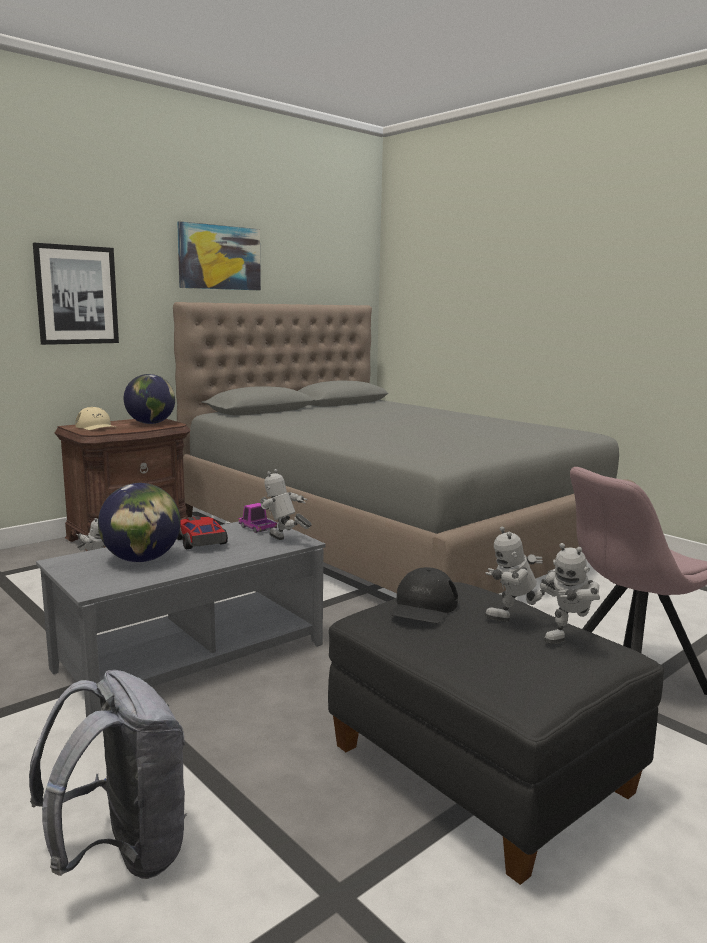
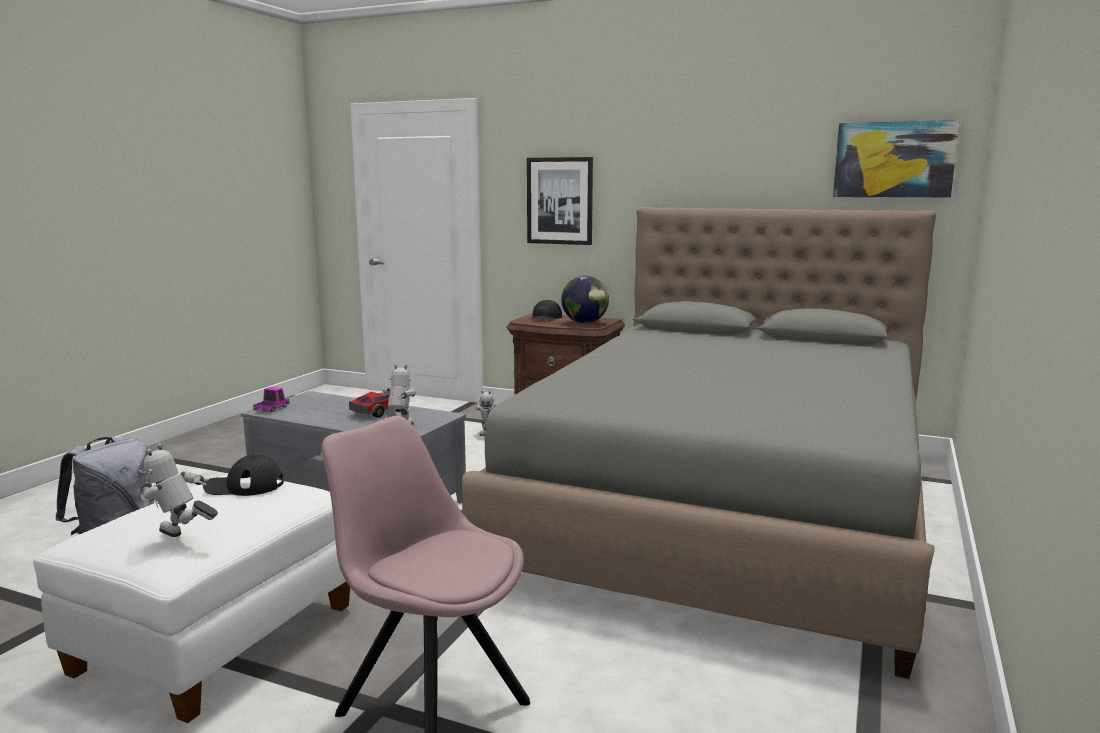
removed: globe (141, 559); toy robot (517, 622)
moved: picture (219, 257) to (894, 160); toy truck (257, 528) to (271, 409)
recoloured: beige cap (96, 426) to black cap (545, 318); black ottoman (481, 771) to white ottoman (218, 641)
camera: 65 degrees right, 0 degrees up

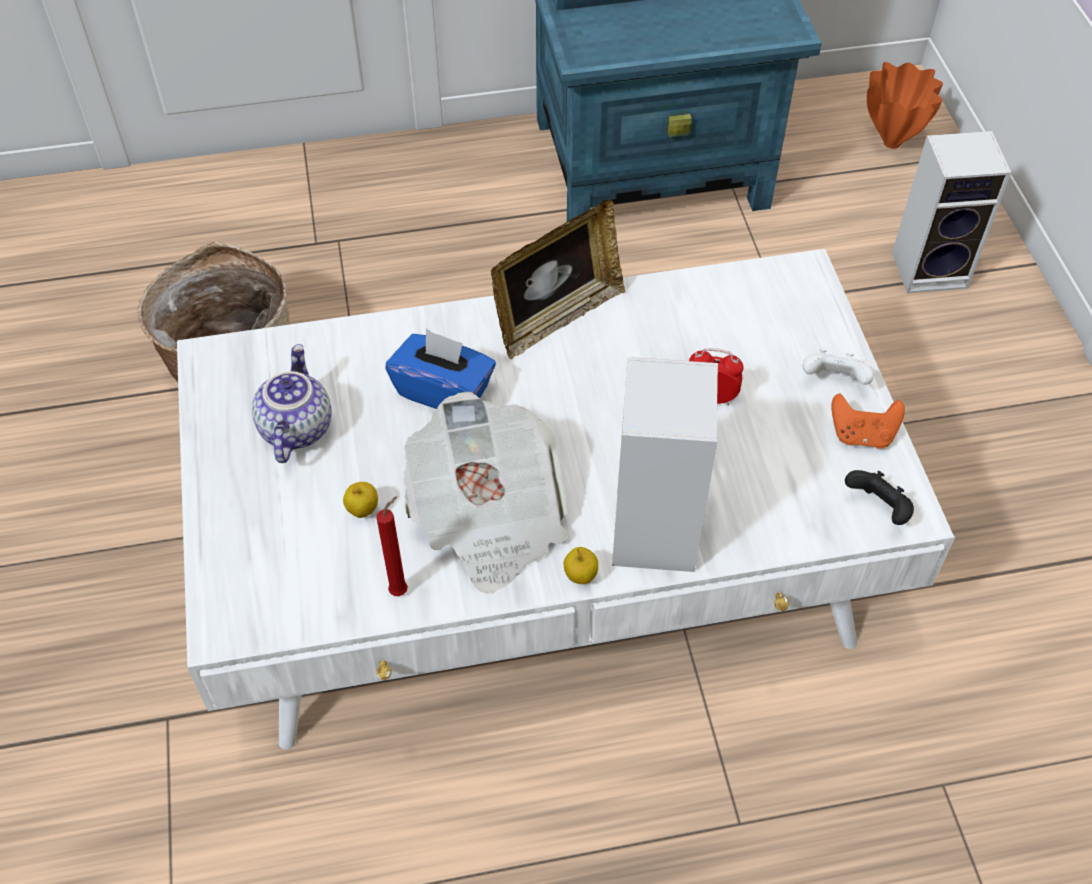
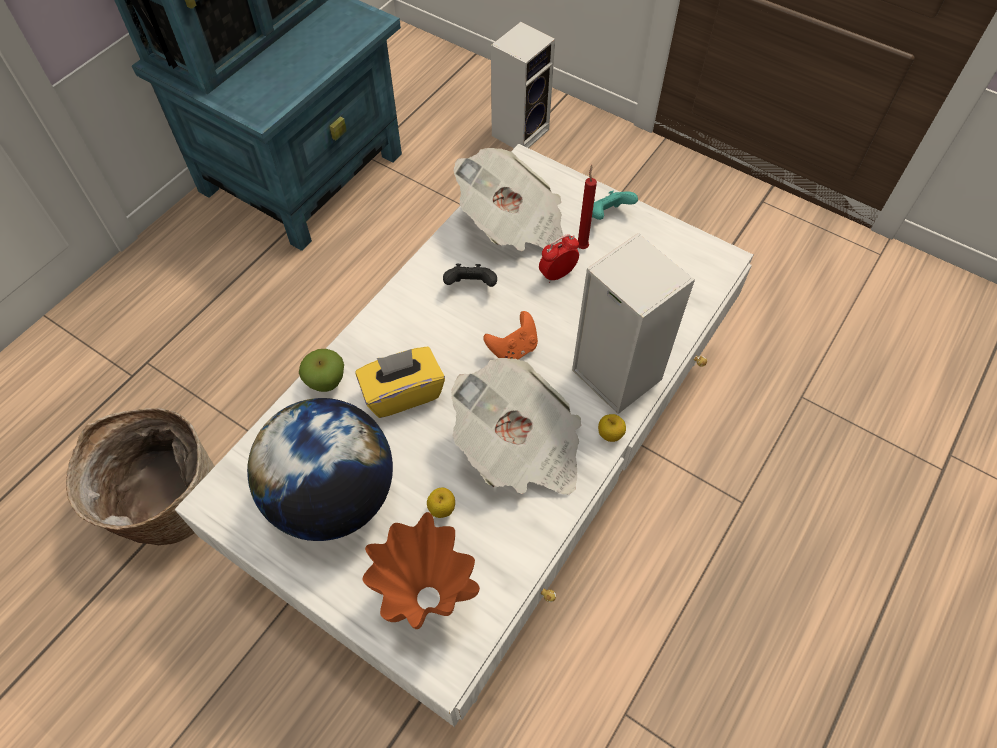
removed: picture frame (557, 317)
added: apple (326, 382); newspaper (513, 224)
moved: red candle (401, 590) to (582, 246); orange game controller (861, 435) to (513, 349); black game controller (878, 509) to (471, 286); orange vase (891, 142) to (426, 597)
replaced: teapot (294, 428) to globe (334, 496)
recoloured: blue tissue box (444, 391) to yellow tissue box (402, 393); white game controller (833, 381) to turquoise game controller (607, 215)
camera: 45 degrees left, 5 degrees up

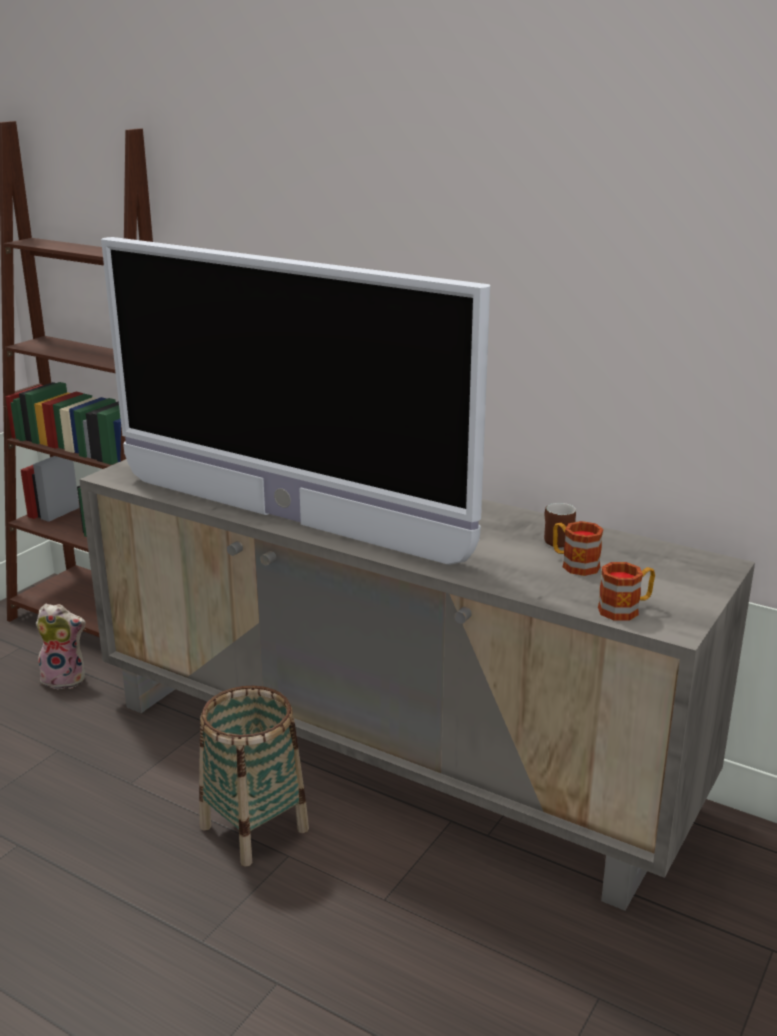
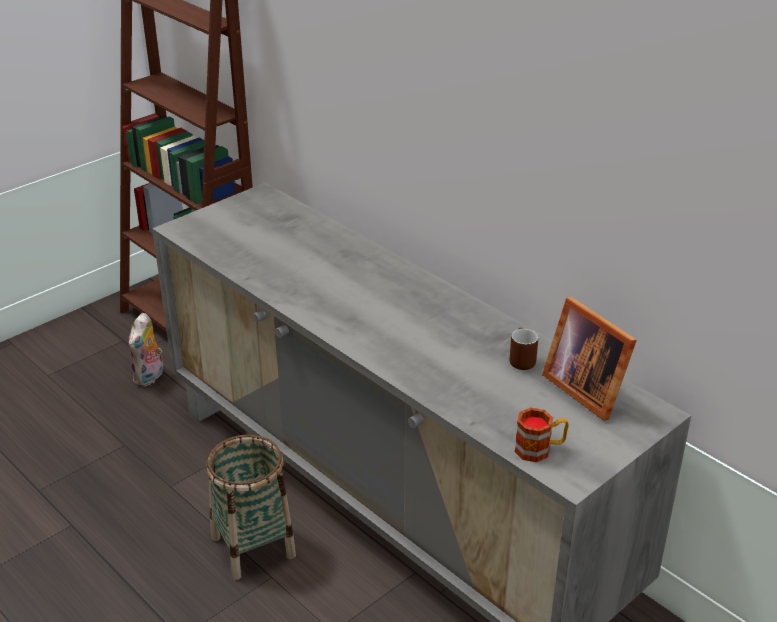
removed: television (287, 519); mug (574, 564)
added: picture frame (585, 388)
turned: plush toy (66, 678) = (150, 377) 90 degrees clockwise
camera: 15 degrees right, 10 degrees up

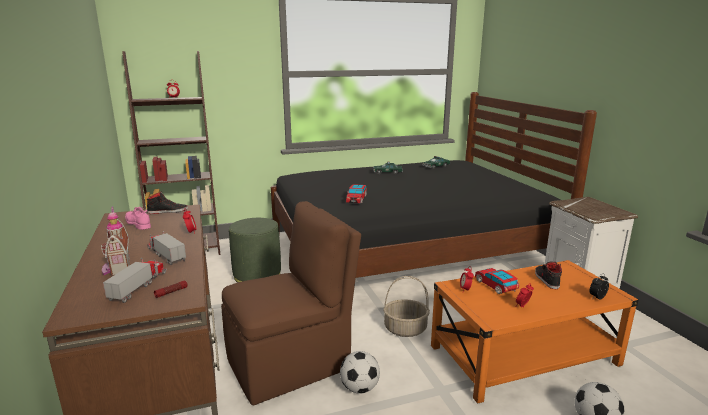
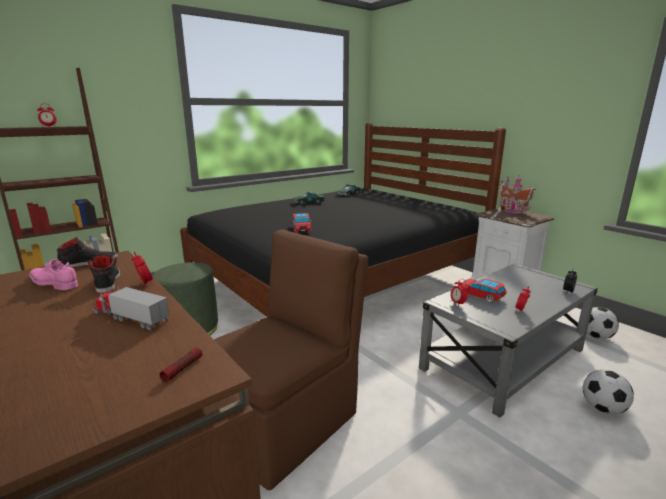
removed: toy truck (139, 286); basket (405, 328)
moved: toy house (117, 267) to (512, 211); football (359, 388) to (596, 337); black shoe (546, 279) to (107, 282)
recoloured: orange coffee table (523, 356) to grey coffee table (503, 359)
camera: 20 degrees left, 0 degrees up

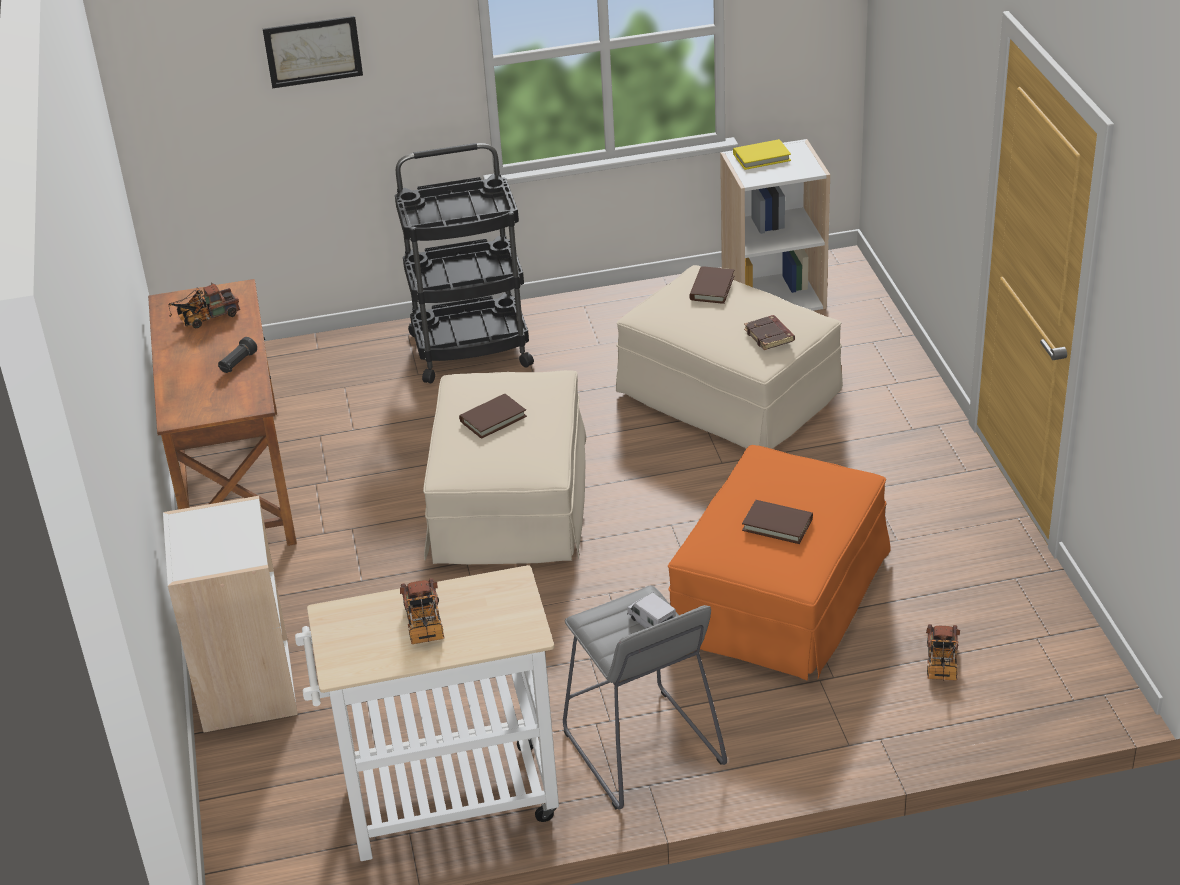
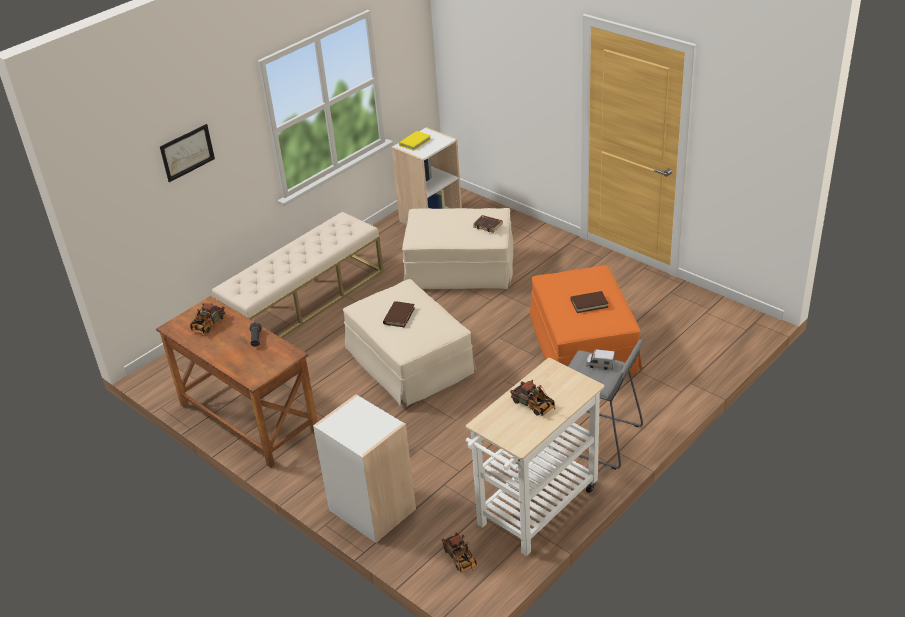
removed: brown book (712, 288)
moved: toy truck (941, 665) to (461, 560)
replaced: black cart (471, 350) to beige bench (305, 301)
camera: 35 degrees left, 0 degrees up

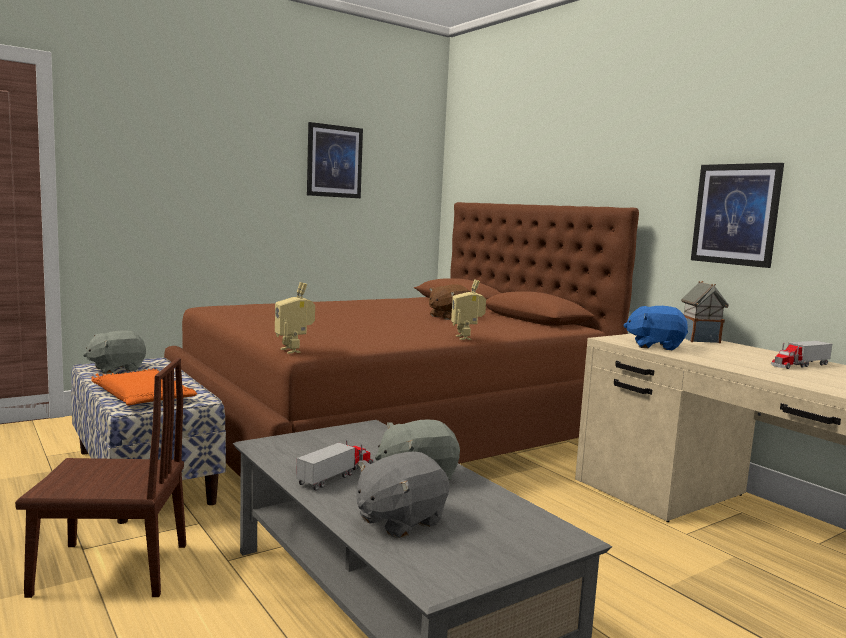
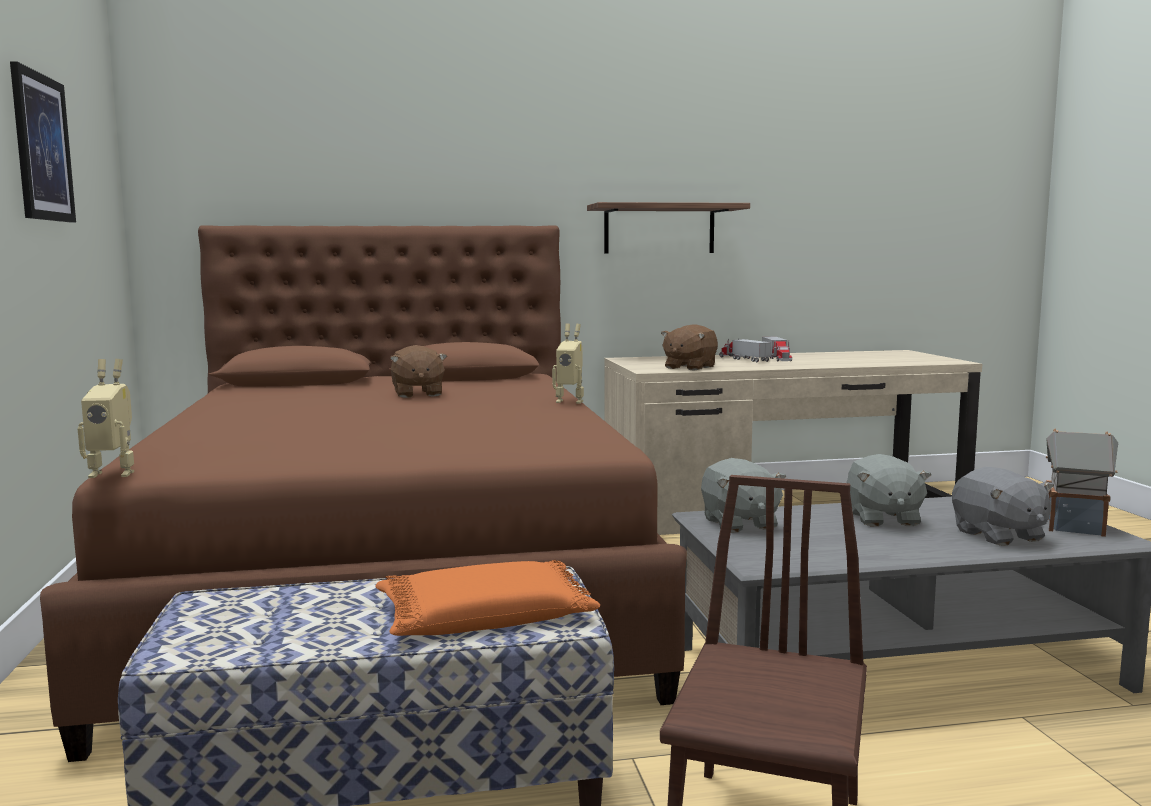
moved: grey plush toy (116, 369) to (739, 523); toy robot (294, 350) to (114, 473); toy truck (337, 475) to (743, 359); toy house (700, 340) to (1076, 527)
replaced: picture (735, 214) to shelf (659, 229)
recoloured: blue plush toy (655, 346) to brown plush toy (689, 367)
camera: 65 degrees left, 0 degrees up

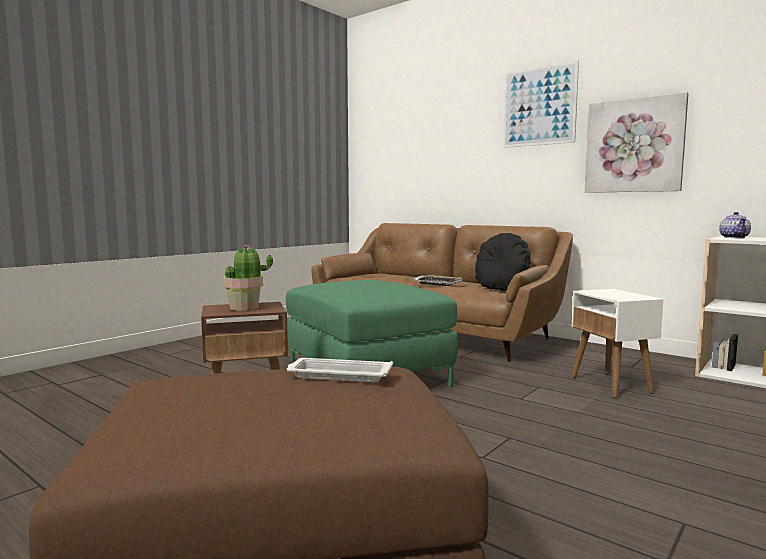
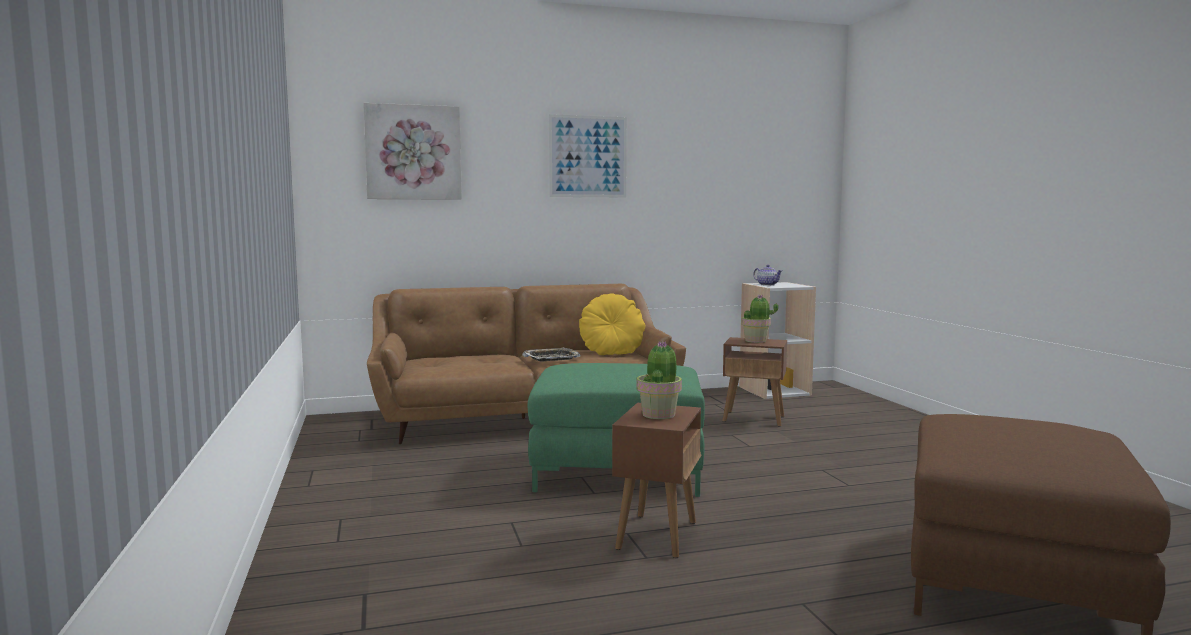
removed: white tray (338, 375)
added: potted plant (756, 341)
moved: picture (634, 146) to (413, 152)
recoloured: black pillow (501, 289) to yellow pillow (612, 354); white side table (611, 385) to brown side table (754, 419)
camera: 55 degrees left, 0 degrees up

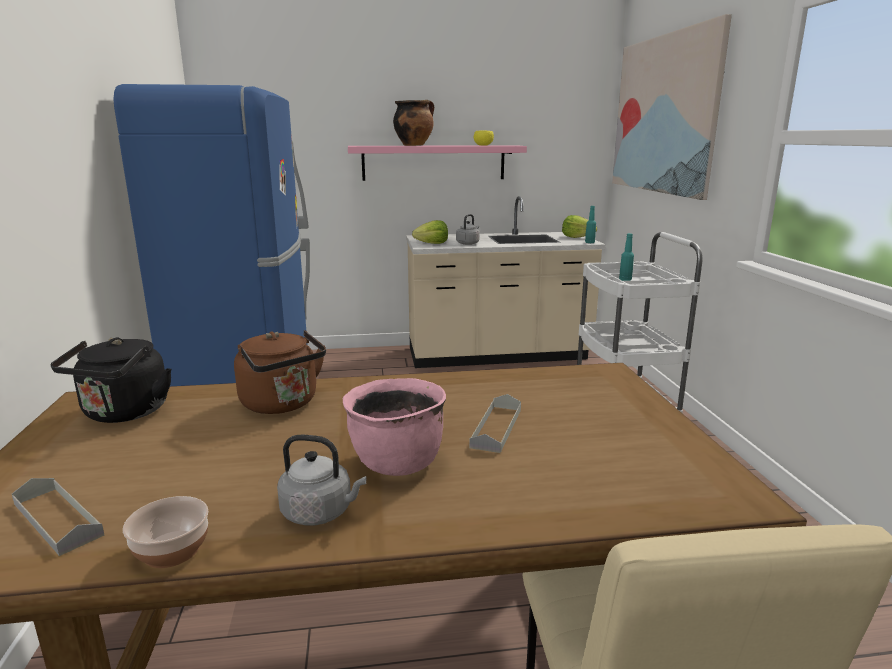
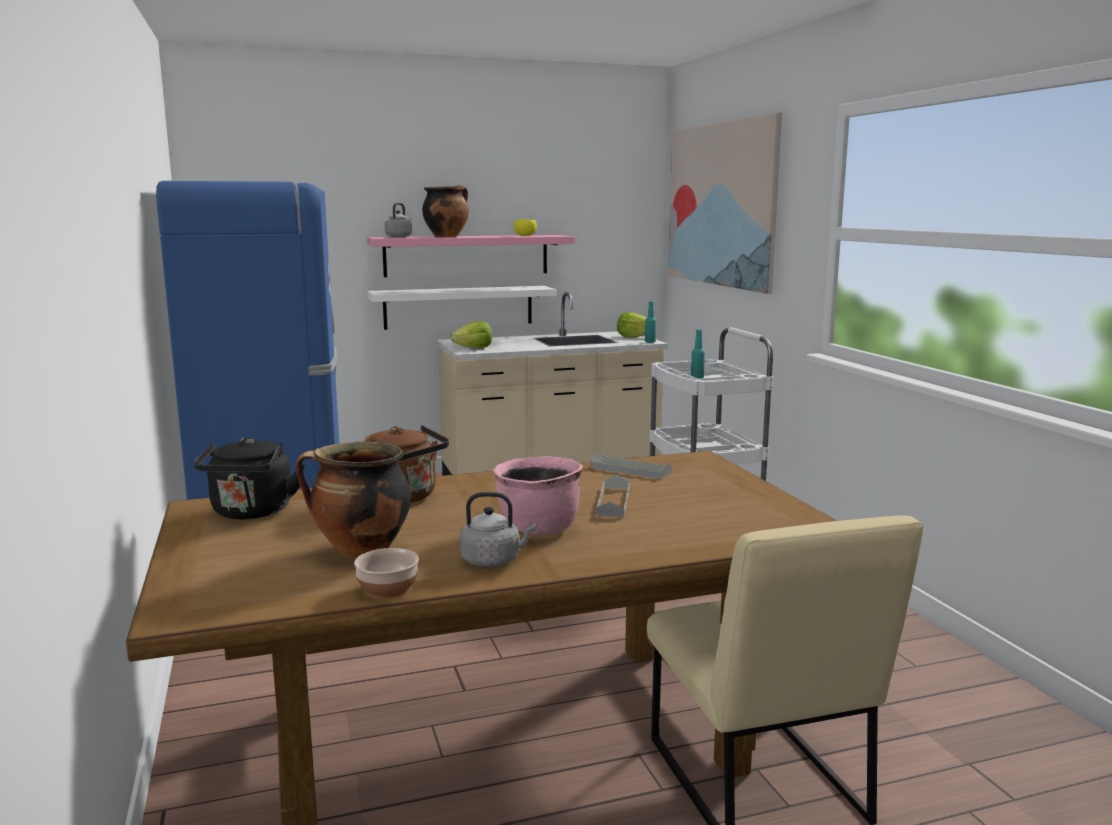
added: cooking pot (360, 550); white shelf (459, 307)
moved: grey tray (57, 519) to (630, 470); grey kettle (468, 243) to (399, 237)
camera: 10 degrees left, 5 degrees down

